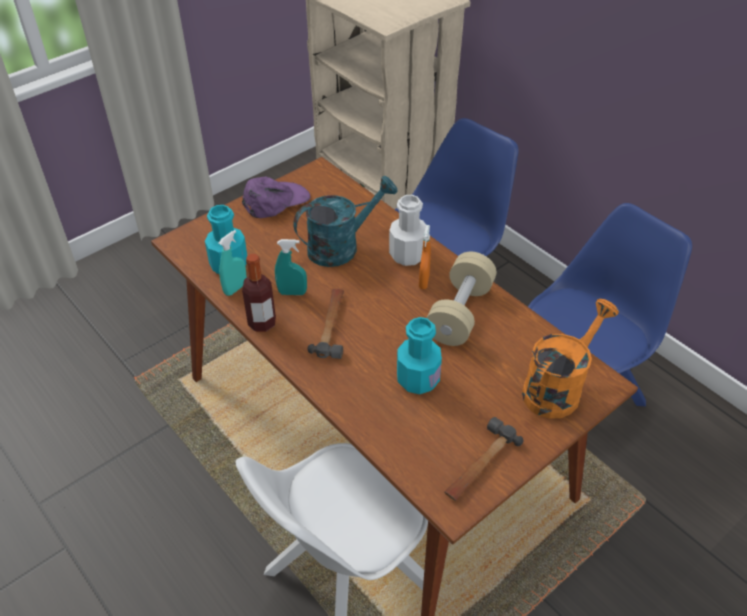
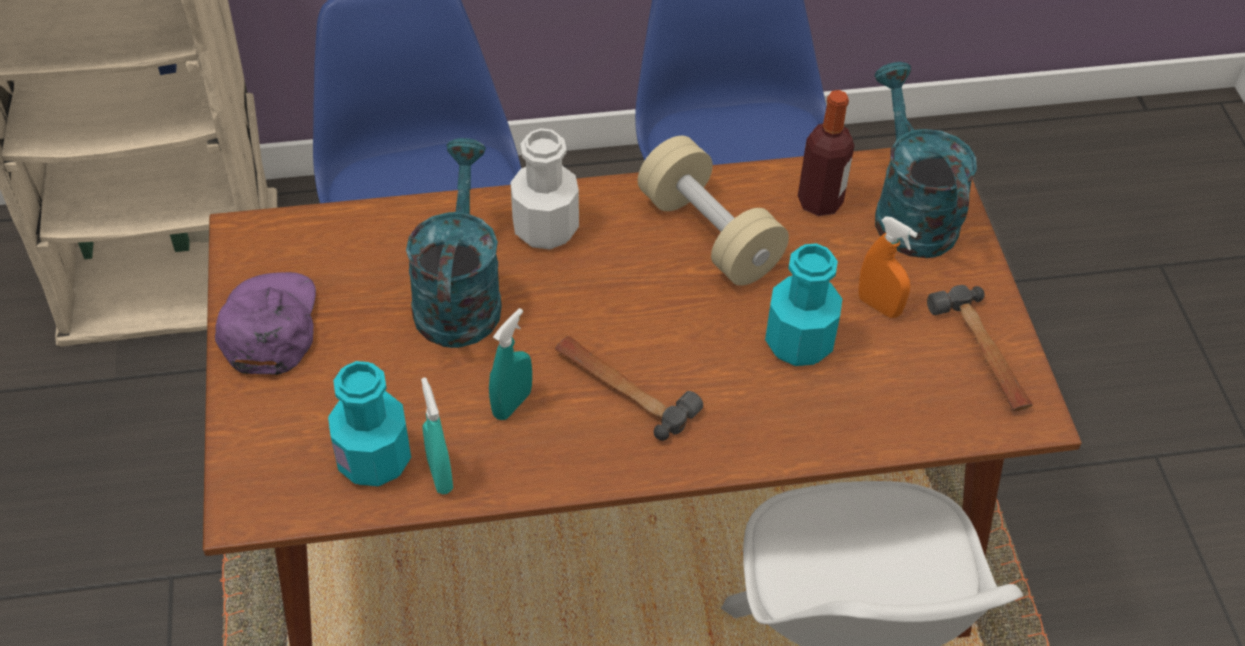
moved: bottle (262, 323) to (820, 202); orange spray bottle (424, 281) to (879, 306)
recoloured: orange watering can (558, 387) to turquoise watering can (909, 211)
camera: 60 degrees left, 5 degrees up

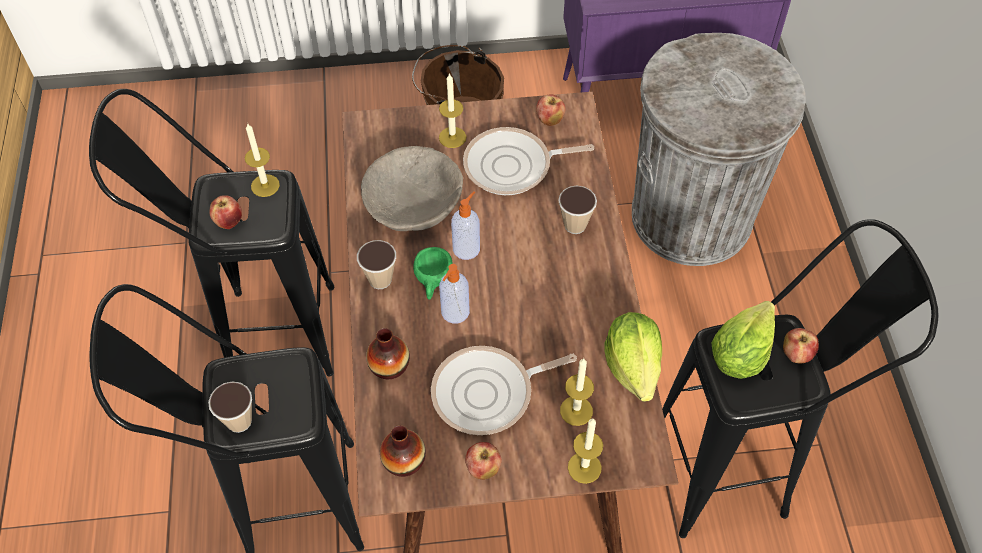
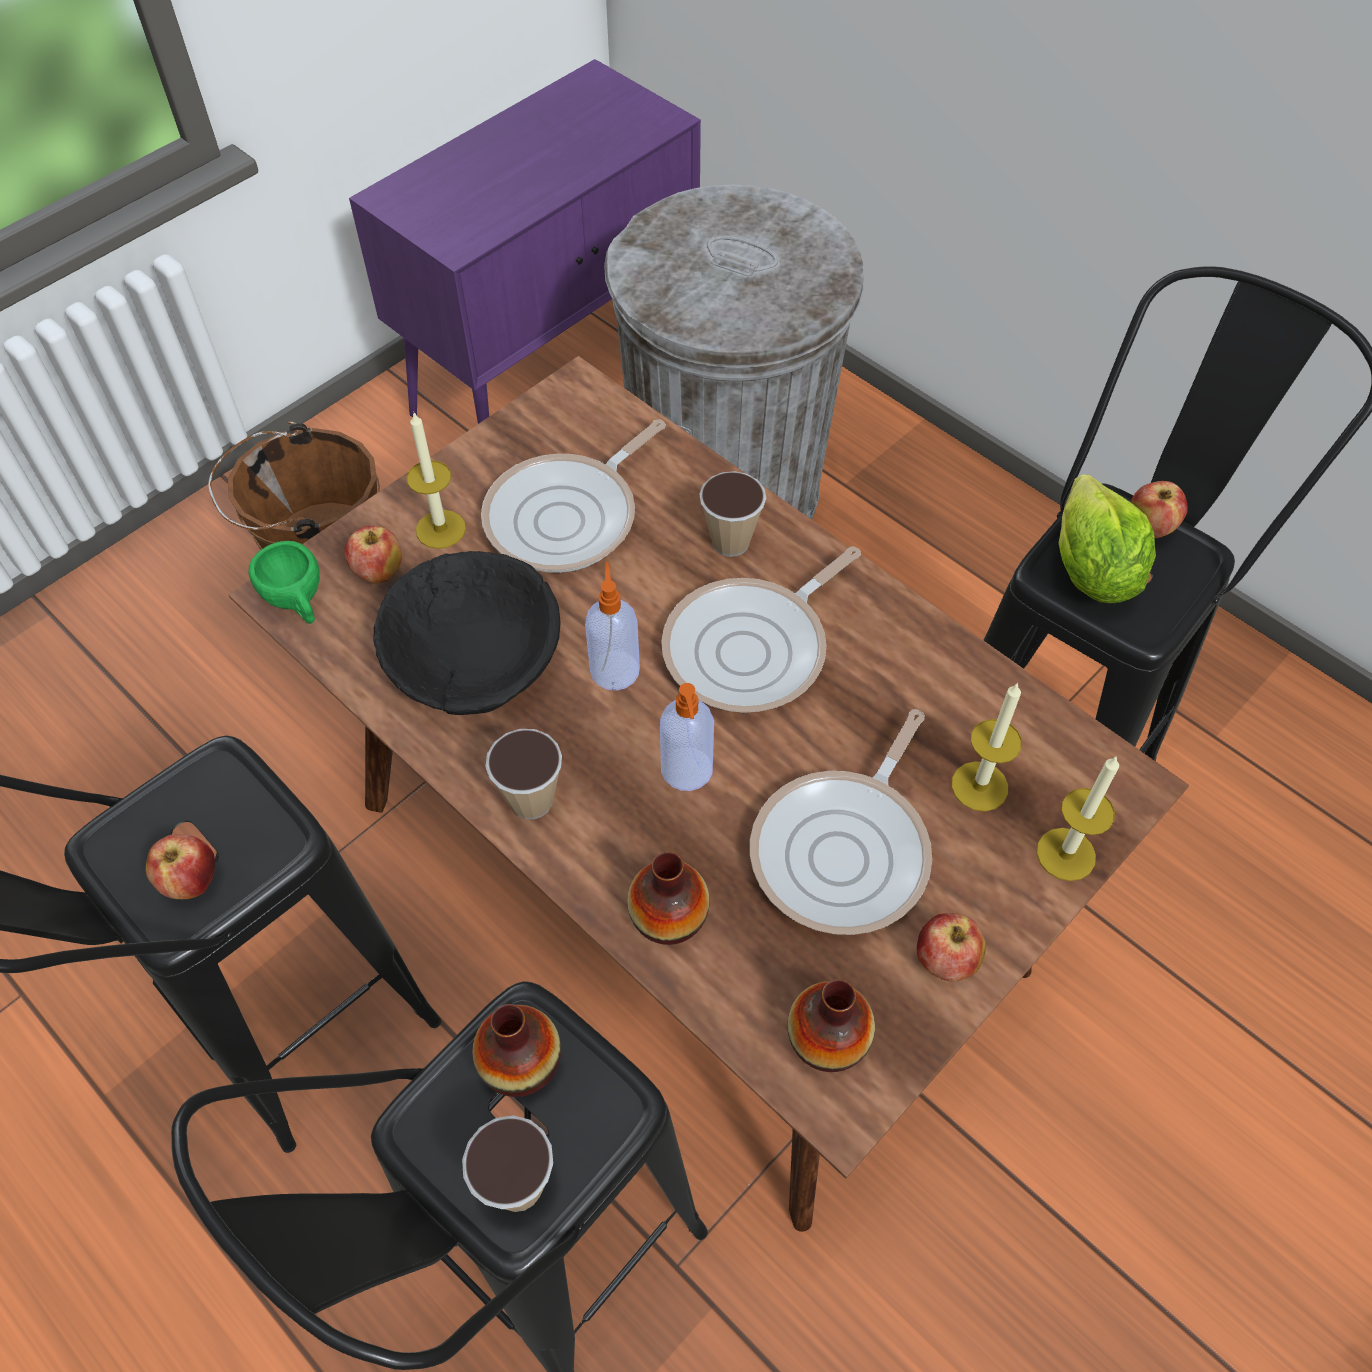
removed: candle (265, 185); lettuce (633, 366)
added: vase (520, 1062); frying pan (753, 648)
moved: green cup (433, 282) to (297, 601); apple (549, 120) to (379, 573)
recoloured: beige bowl (414, 203) to black bowl (474, 656)
camera: 40 degrees left, 0 degrees up

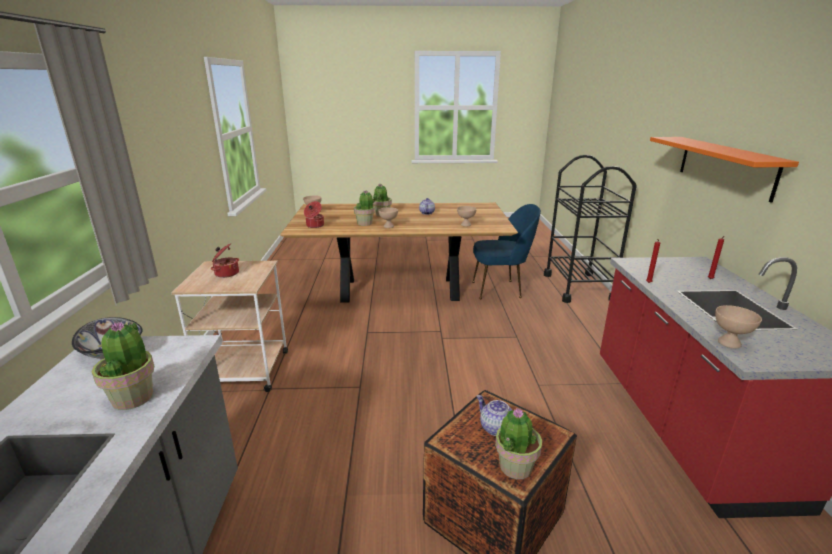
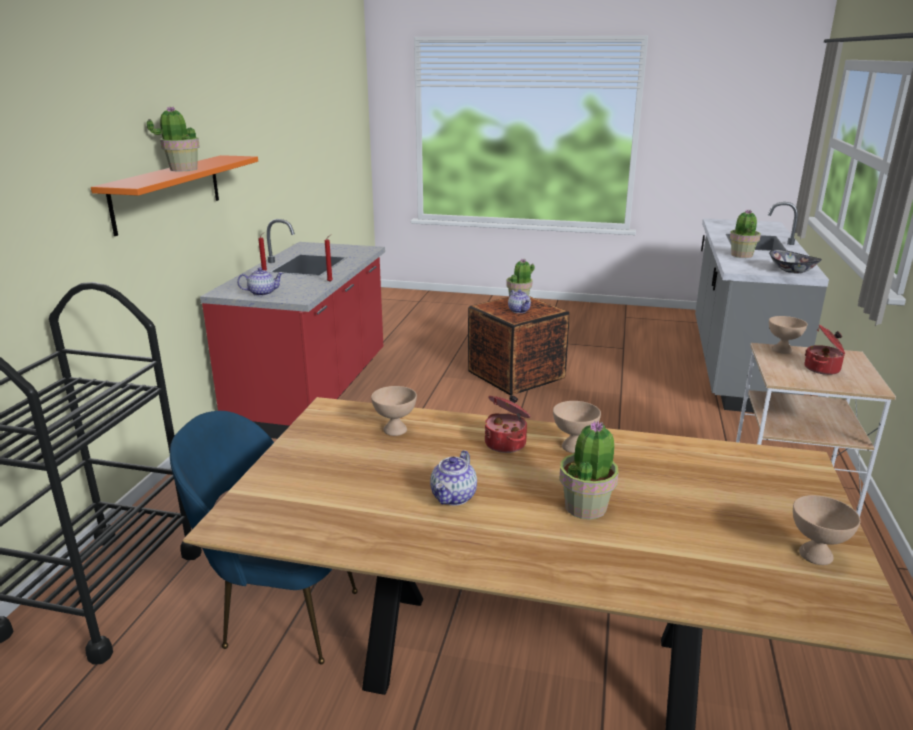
added: teapot (262, 293)
moved: cooking pot (314, 226) to (506, 443); potted plant (365, 223) to (183, 169); beige bowl (728, 342) to (782, 350)
camera: 165 degrees left, 0 degrees up

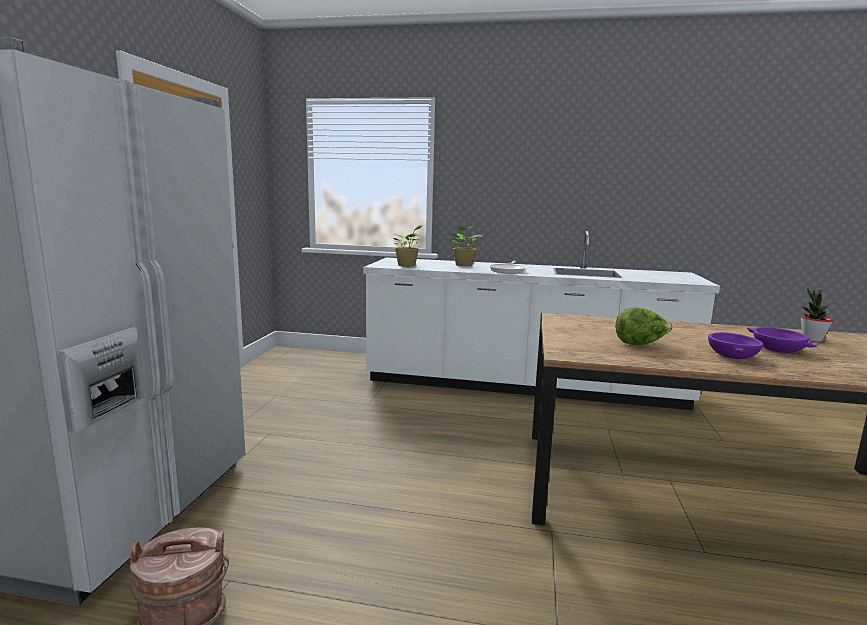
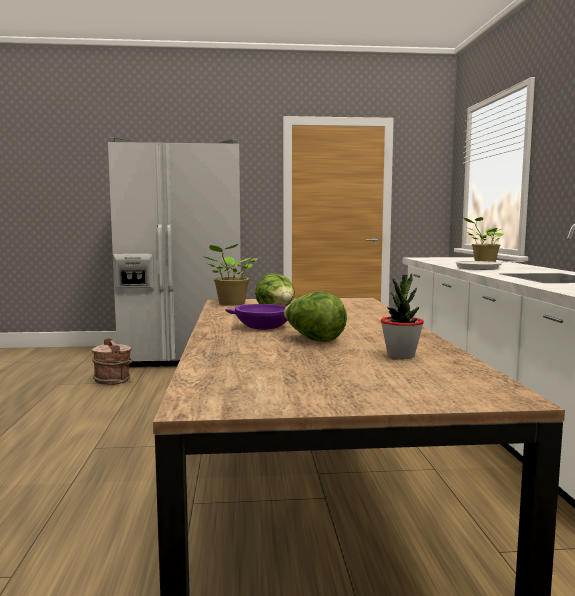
moved: potted plant (407, 265) to (230, 304)
replaced: purple bowl (778, 349) to lettuce (313, 340)
camera: 75 degrees right, 5 degrees down

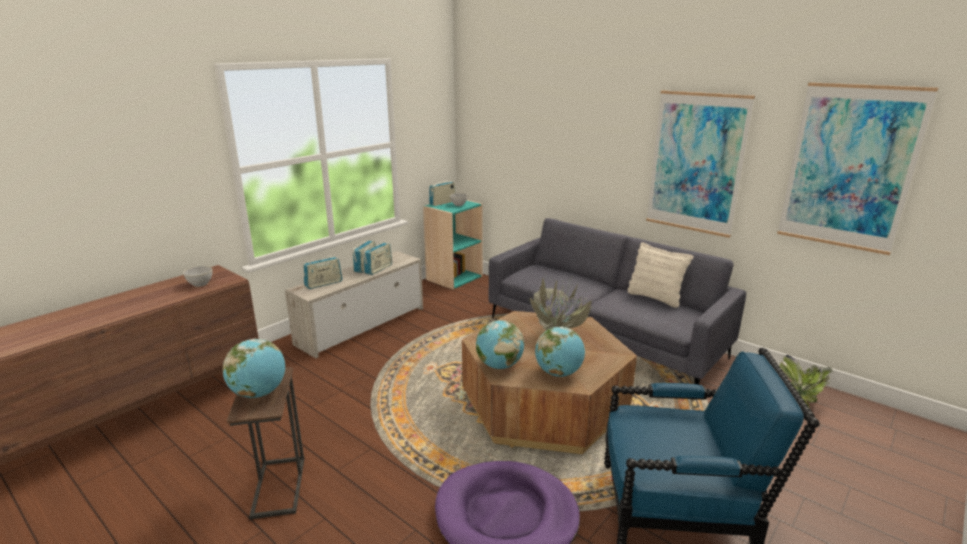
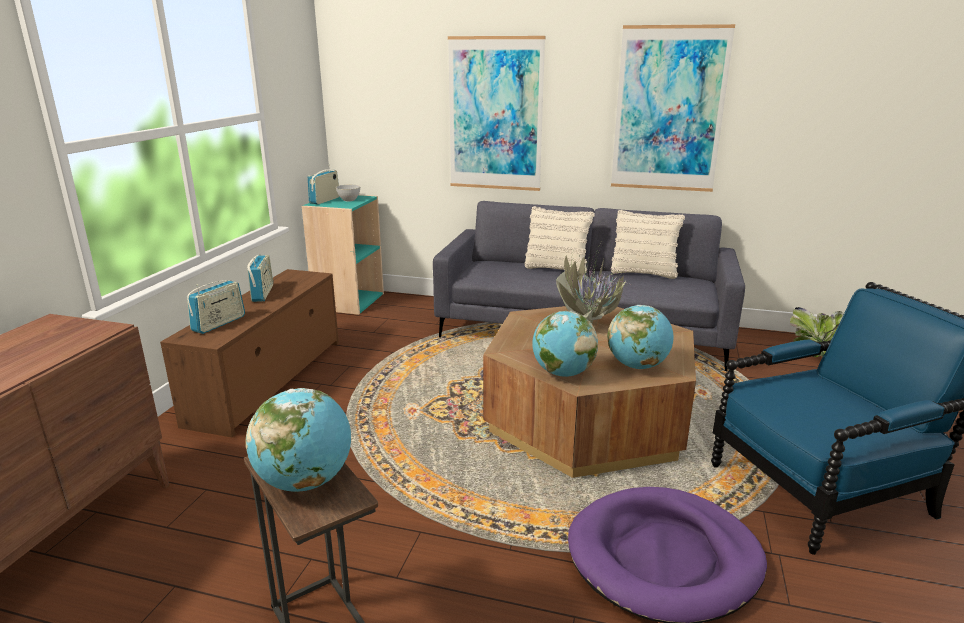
removed: grey bowl (200, 284); radio (378, 269)
added: beige pillow (557, 269)
moved: picture (849, 168) to (495, 115)
recoloured: white tv stand (362, 325) to brown tv stand (268, 380)
camera: 25 degrees left, 0 degrees up

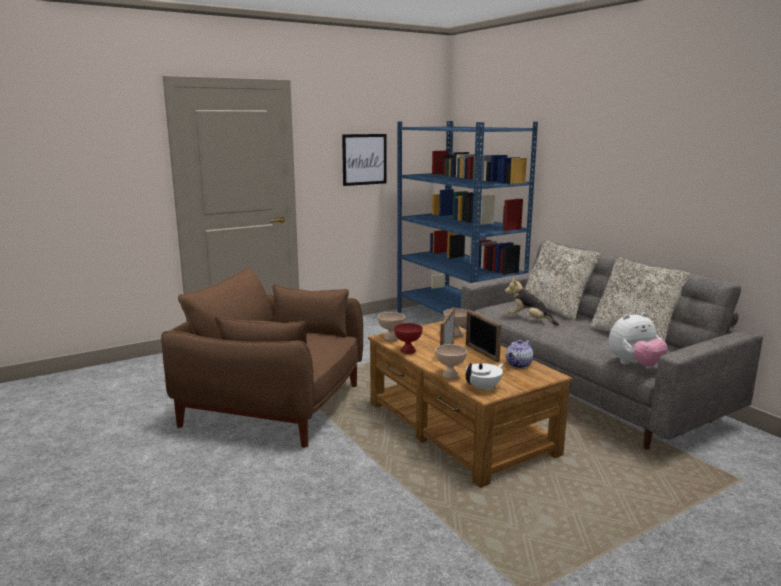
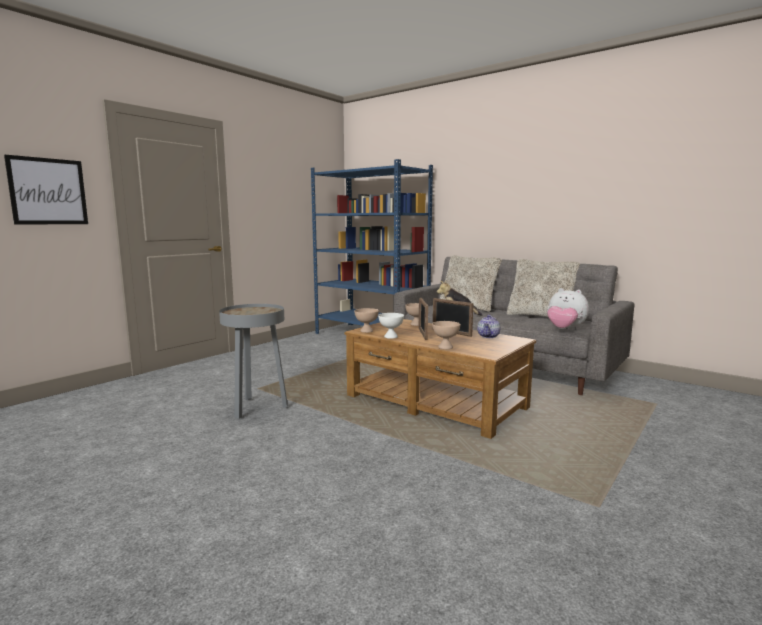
removed: white teapot (484, 388)
moved: picture (364, 159) to (48, 191)
replaced: brown armchair (274, 405) to grey side table (257, 408)
recoloured: red bowl (408, 351) to white bowl (391, 337)
turned: plush toy (634, 365) = (565, 330) 75 degrees clockwise
camera: 20 degrees left, 5 degrees down

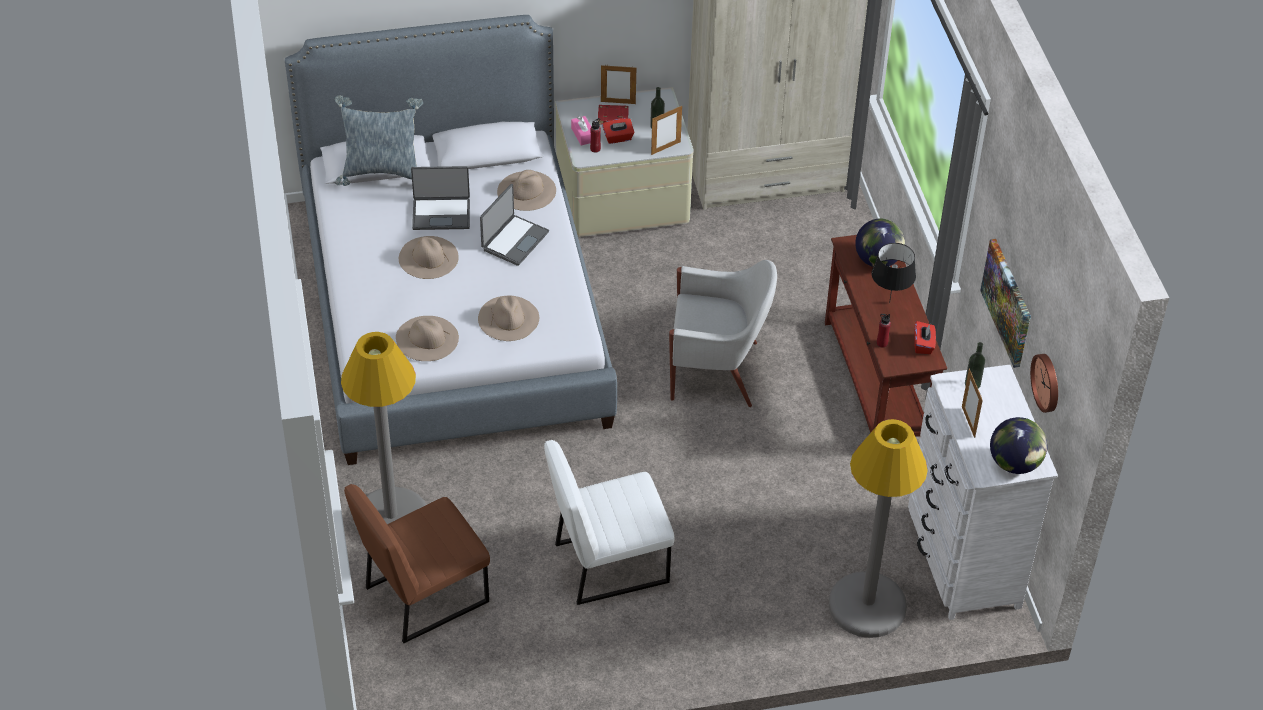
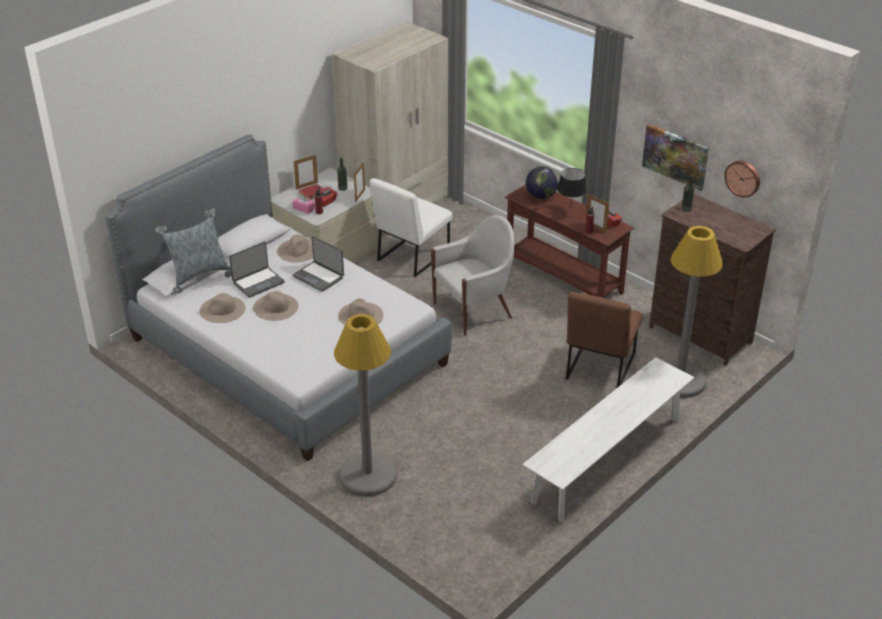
removed: globe (1015, 464)
added: white bench (607, 459)
moved: brown chair (423, 595) to (599, 367); beige hat (427, 338) to (222, 309); white chair (608, 563) to (411, 256); picture frame (968, 422) to (595, 228)
recoloured: white dresser (962, 560) to brown dresser (699, 336)
turned: laptop (514, 240) = (319, 277) 135 degrees clockwise
camera: 35 degrees left, 10 degrees down

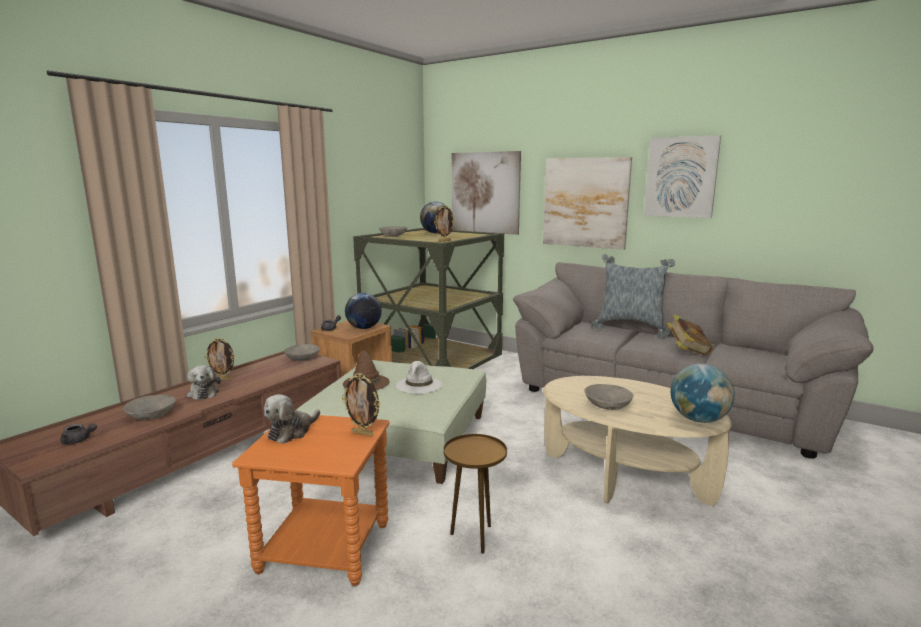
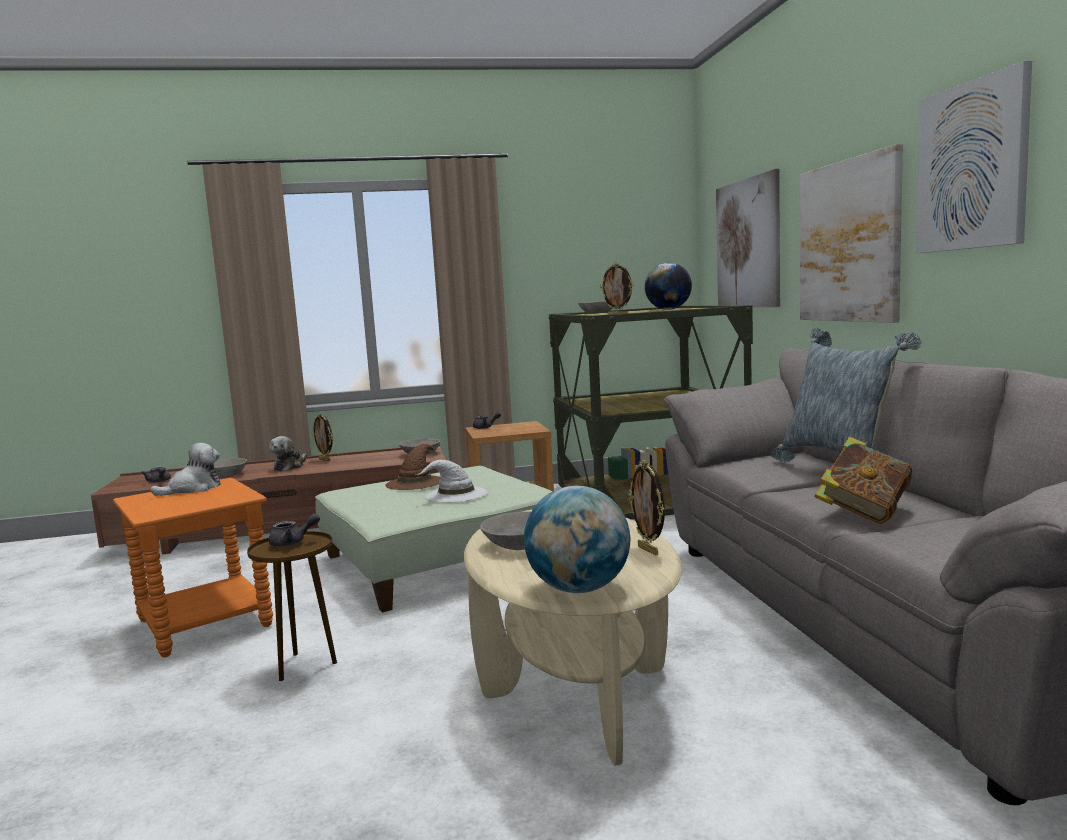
removed: globe (364, 328)
added: grey teapot (292, 542)
moved: picture frame (363, 433) to (649, 550)
turned: plush toy (292, 431) = (193, 489) 150 degrees clockwise
camera: 45 degrees right, 5 degrees down

